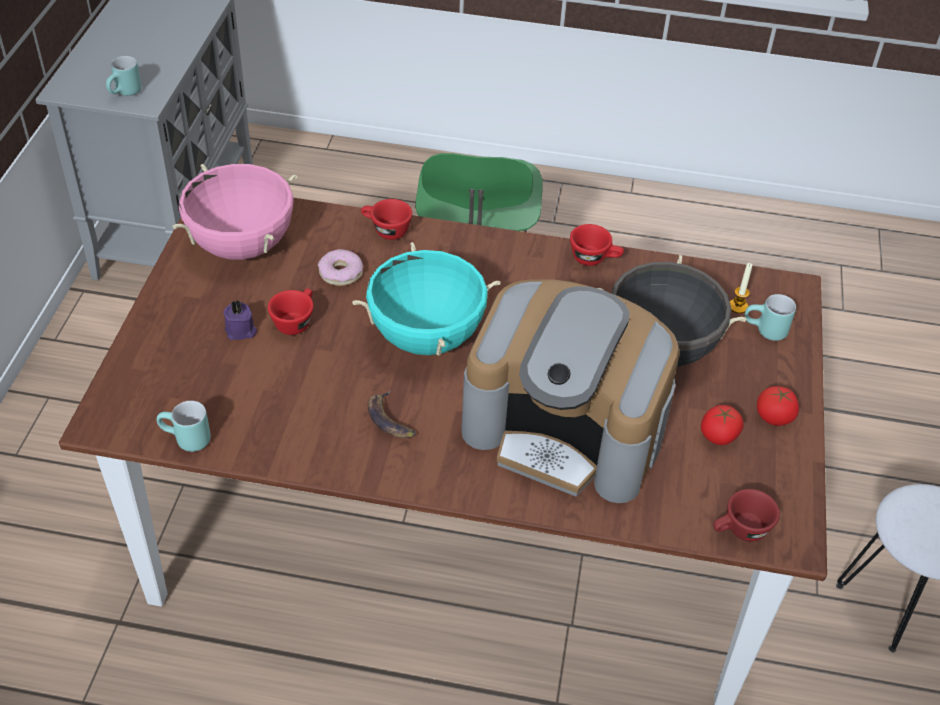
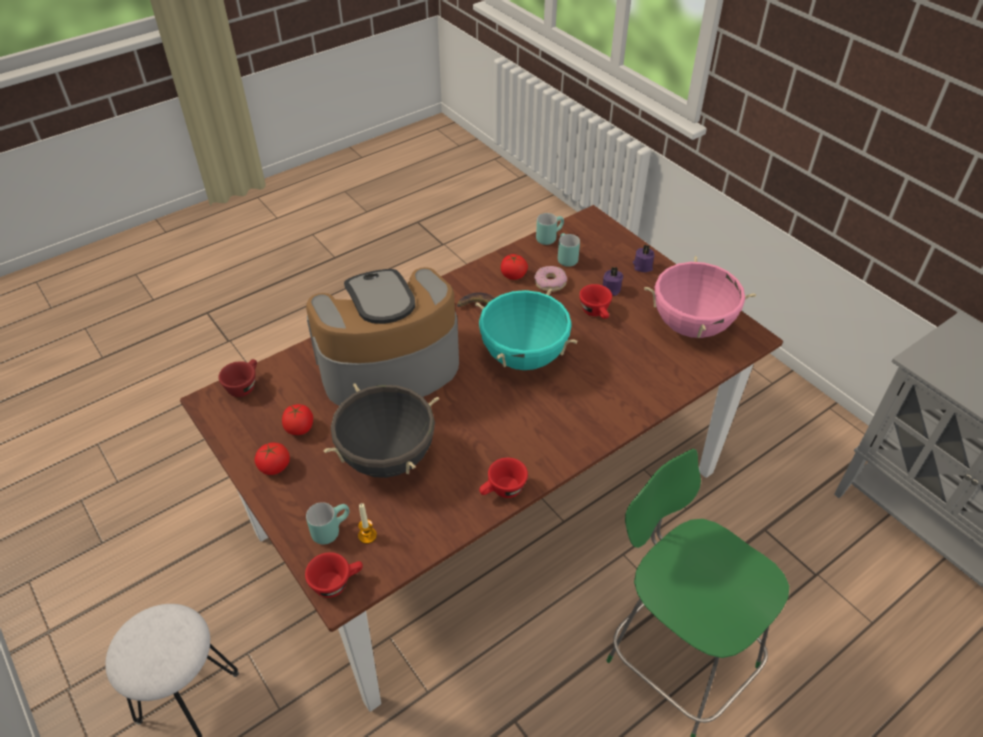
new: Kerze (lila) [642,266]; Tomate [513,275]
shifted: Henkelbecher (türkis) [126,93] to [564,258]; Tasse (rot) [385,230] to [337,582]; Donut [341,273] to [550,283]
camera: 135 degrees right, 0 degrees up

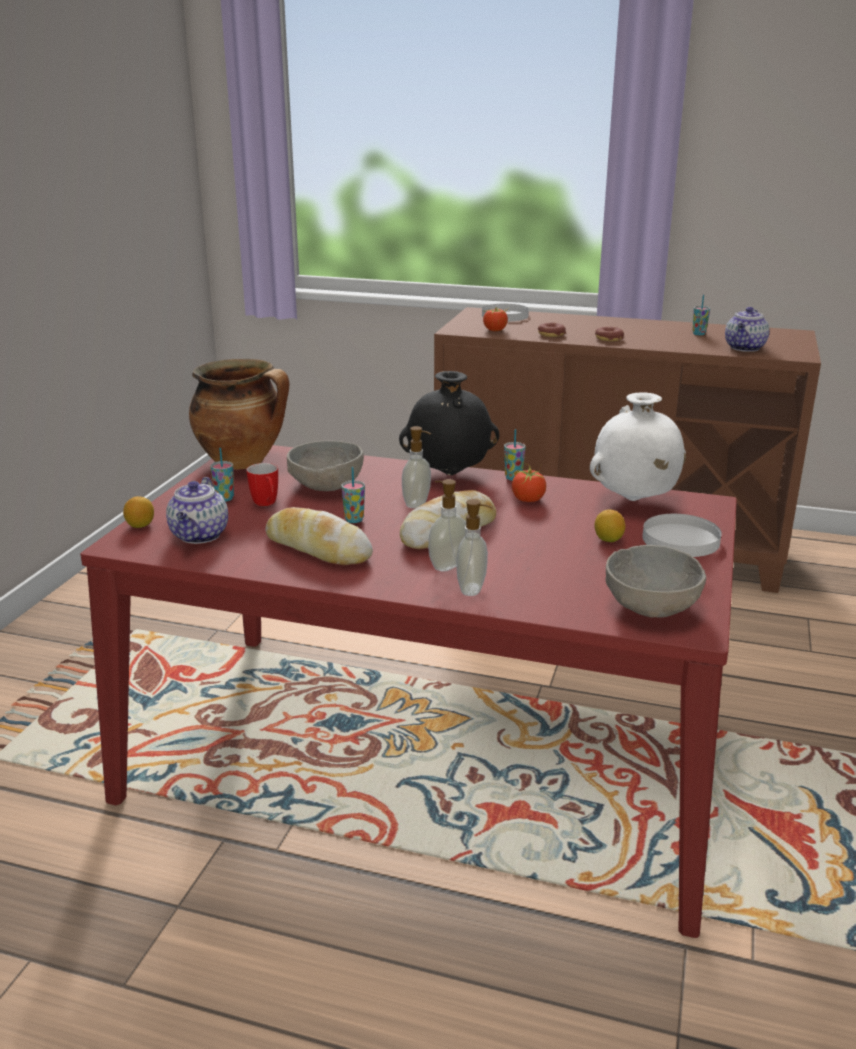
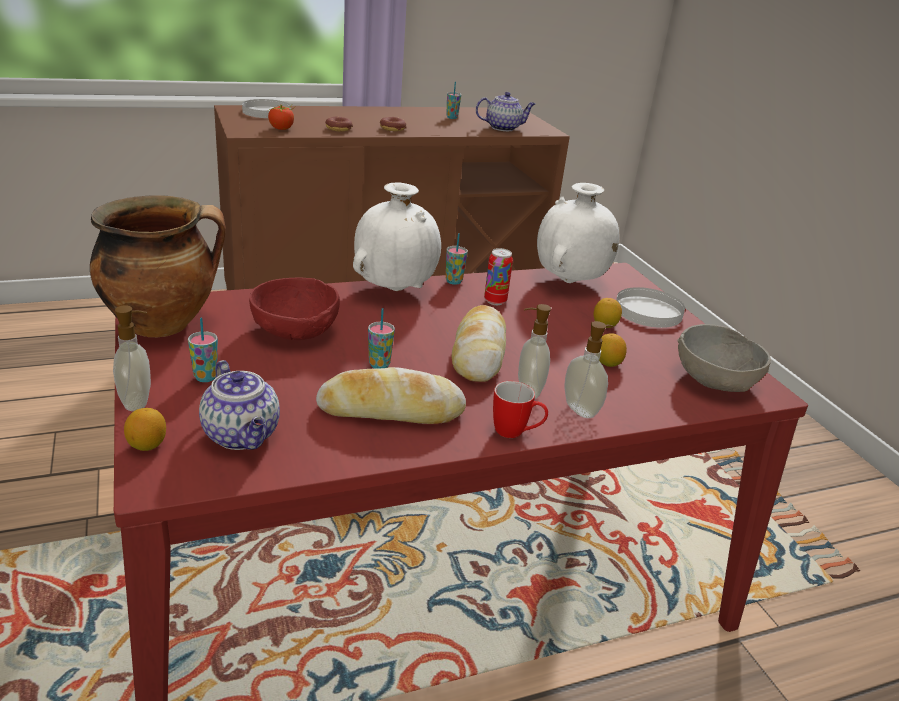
new: Zitrone [607,363]
shifted: Seifenspender [417,504] to [138,401]; Henkelbecher [266,504] to [516,433]
swapped: Tomate [528,499] to Dose [495,301]
repainted: Vase (schwarz) [450,473] to Vase (weiß) [395,289]; Schüssel (grau) [325,484] to Schüssel (rot) [294,330]
rotated: Teekanne [745,348] = [503,128] 90 degrees counterclockwise
camera: 40 degrees left, 5 degrees up

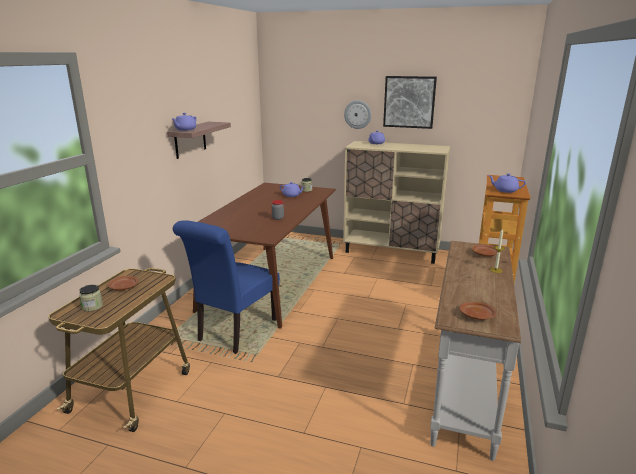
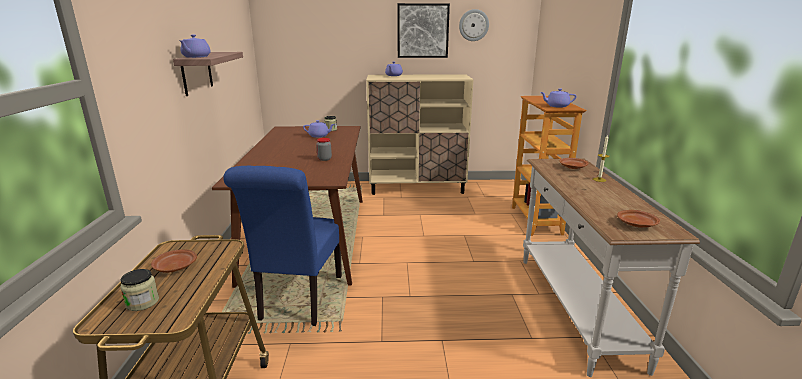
shifted: Wanduhr [357,114] to [473,25]
camera: 20 degrees left, 0 degrees up

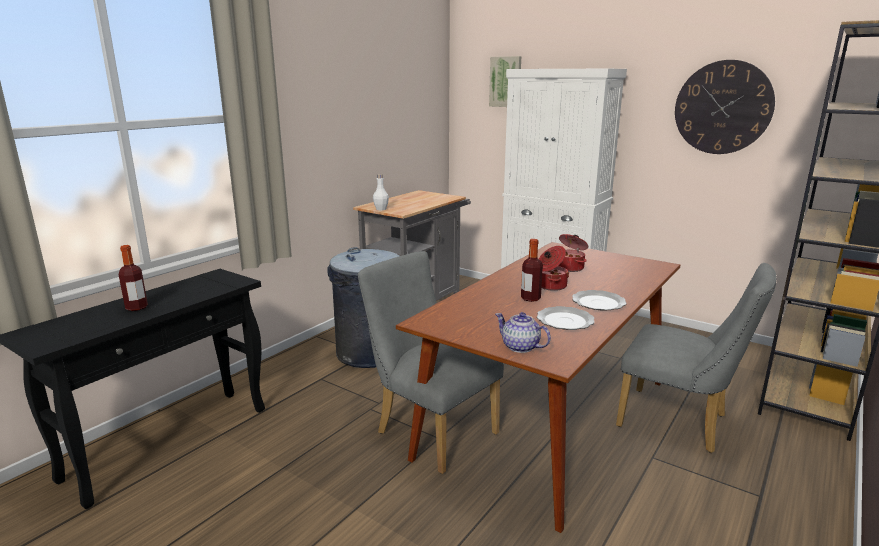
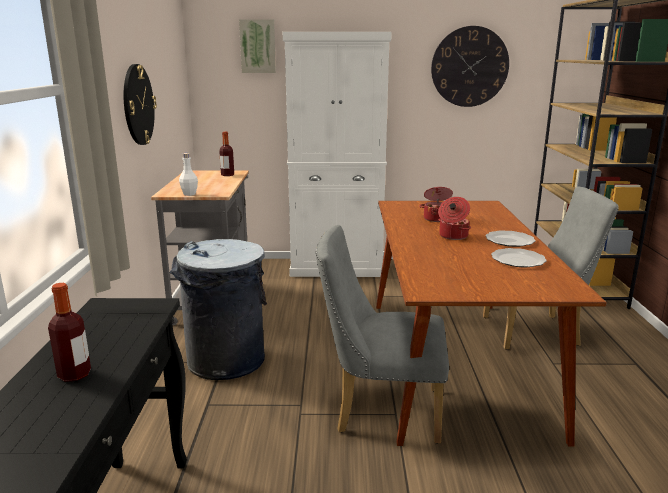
gone: Teekanne [520,347]
new: Wanduhr [138,105]
shifted: Flasche [530,298] to [227,175]
camera: 35 degrees left, 0 degrees up

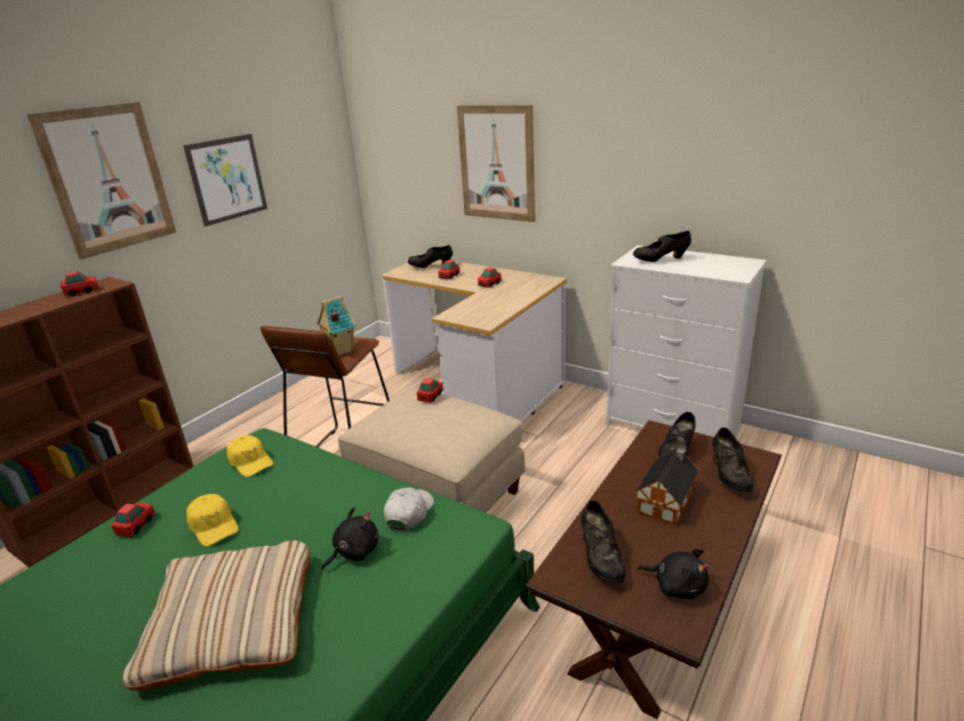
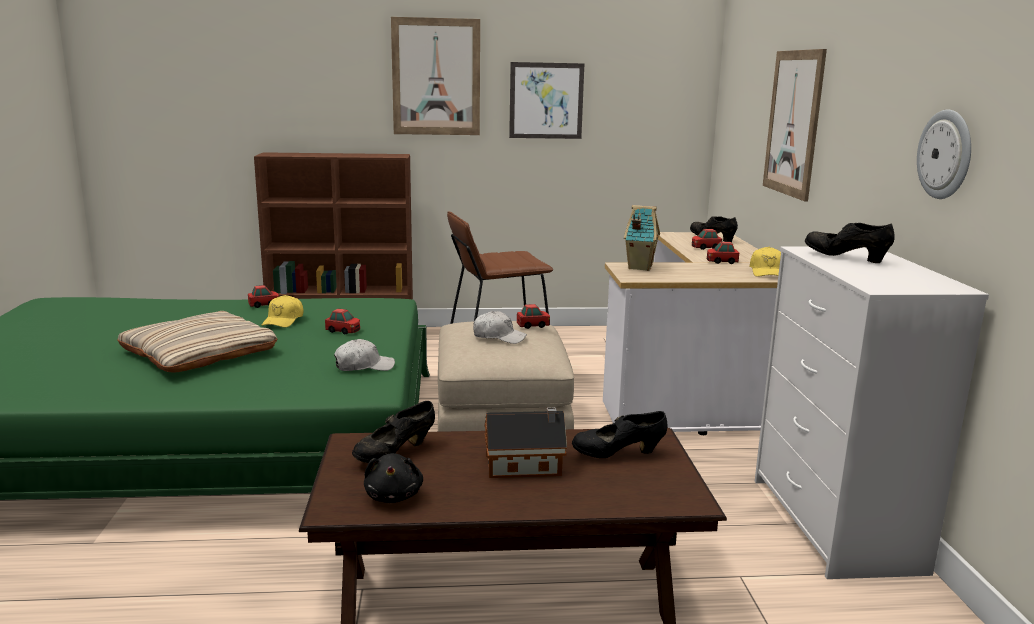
gone: Schuh (schwarz) [729,476]; Plüschtier (schwarz) [354,552]
new: Wanduhr [946,154]; Kappe (weiß) [499,337]
shifted: Spielzeugauto [82,292] to [343,331]; Spielzeughaus [340,351] to [639,267]; Kappe (gelb) [250,462] to [767,272]
camera: 50 degrees right, 10 degrees down

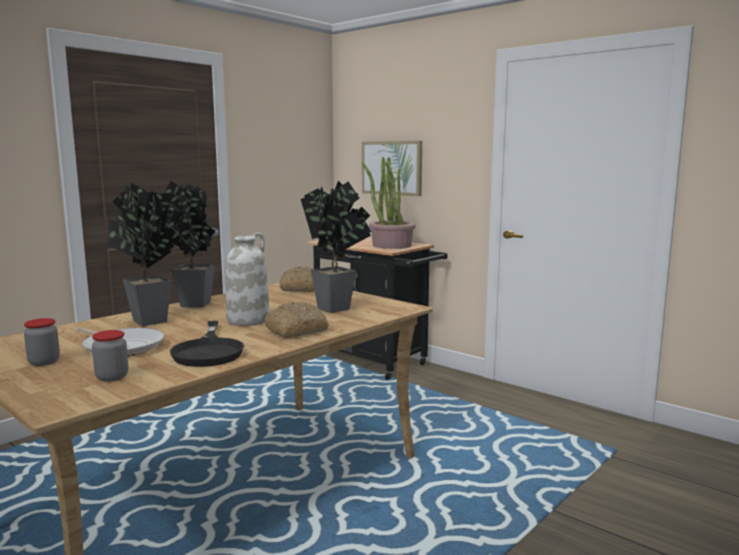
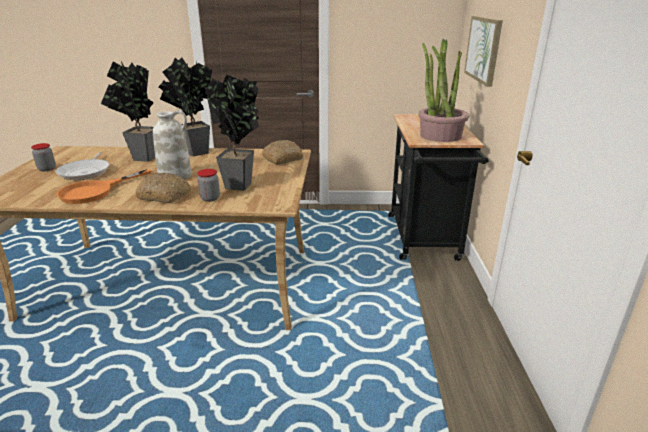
shifted: Vorratsglas [112,377] to [210,198]
repainted: Pfanne (schwarz) [209,351] to Pfanne (orange) [95,191]
camera: 50 degrees right, 15 degrees up

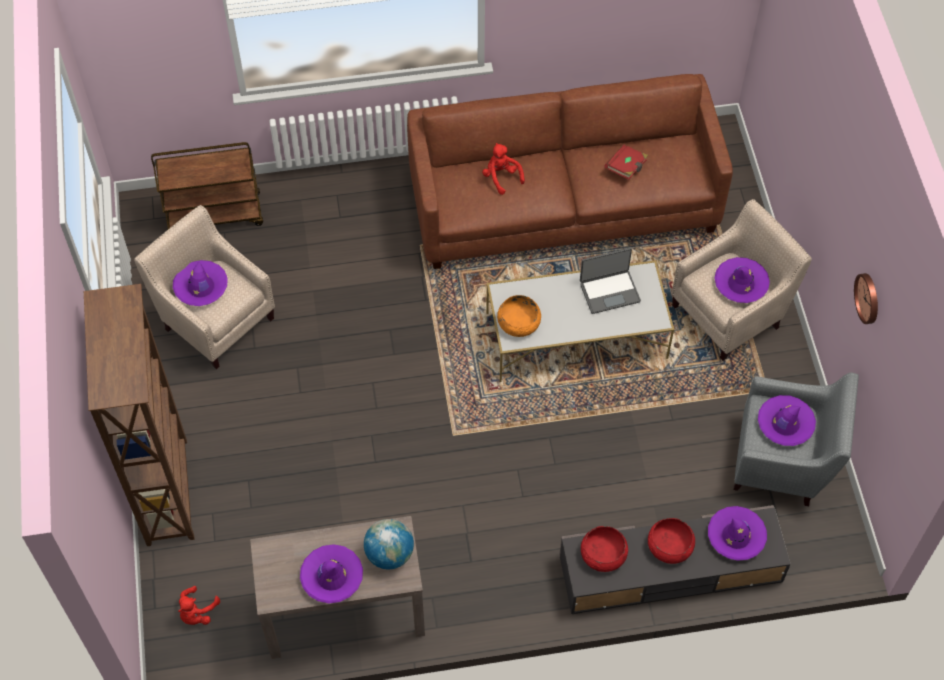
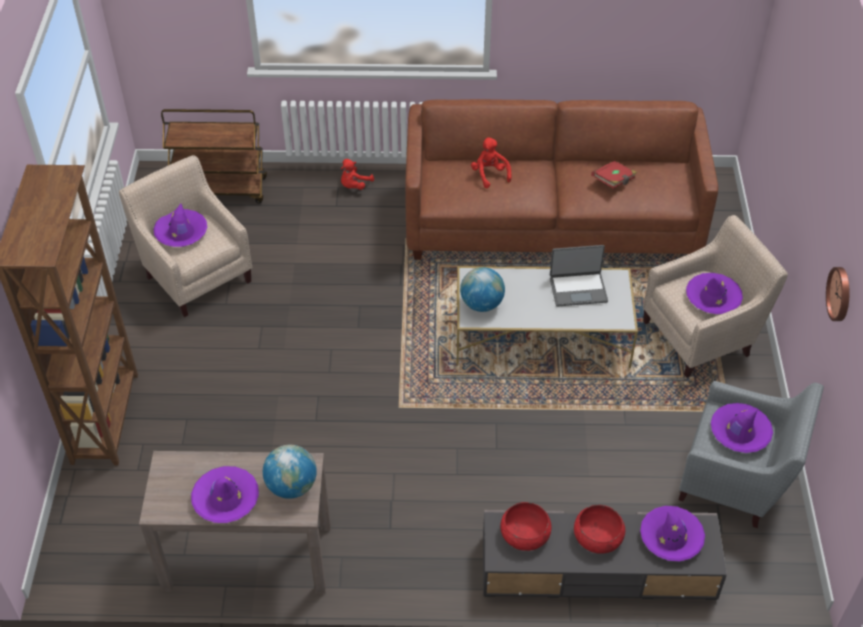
shifted: Plüschtier (rot) [197,613] to [354,185]
swapped: Schüssel (orange) [519,322] to Globus [481,304]
camera: 10 degrees right, 10 degrees down

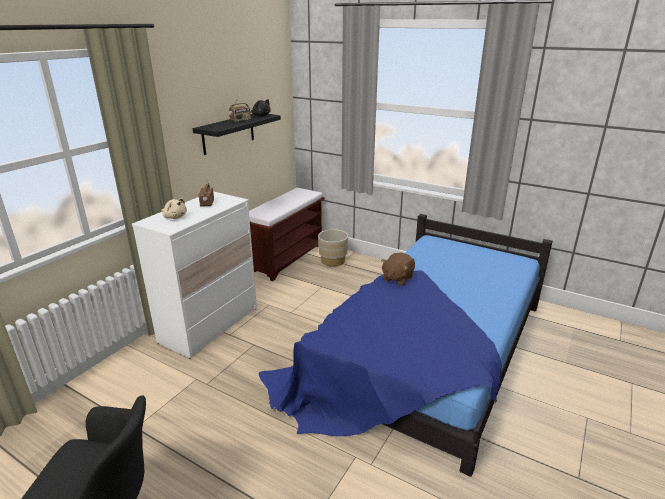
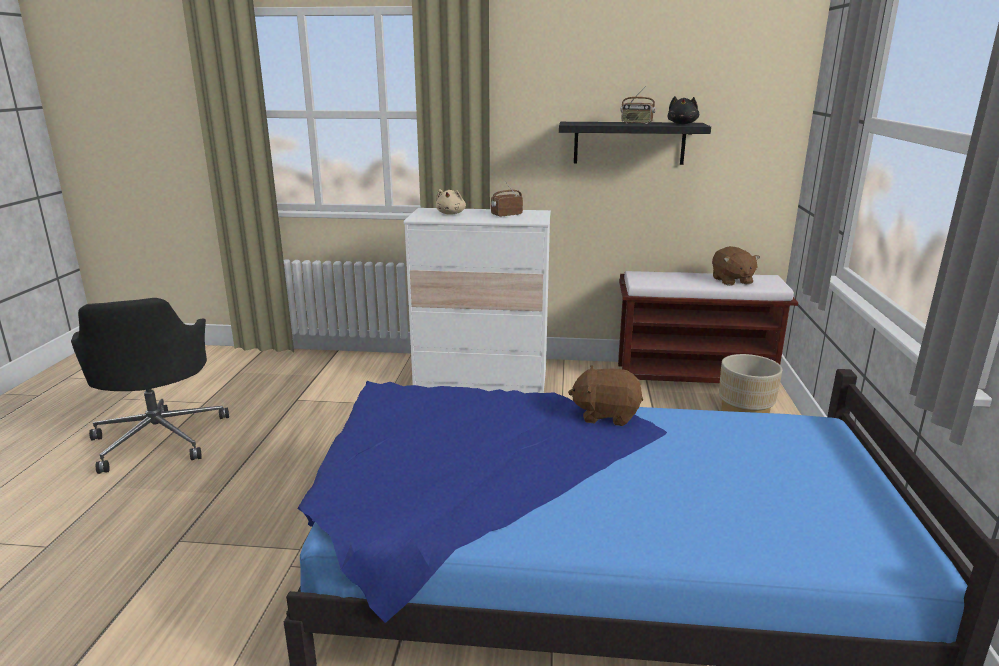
new: Plüschtier (braun) [731,281]
camera: 65 degrees right, 5 degrees down

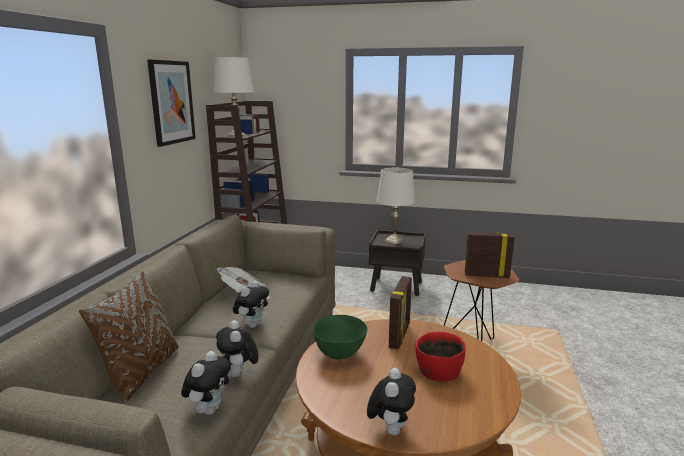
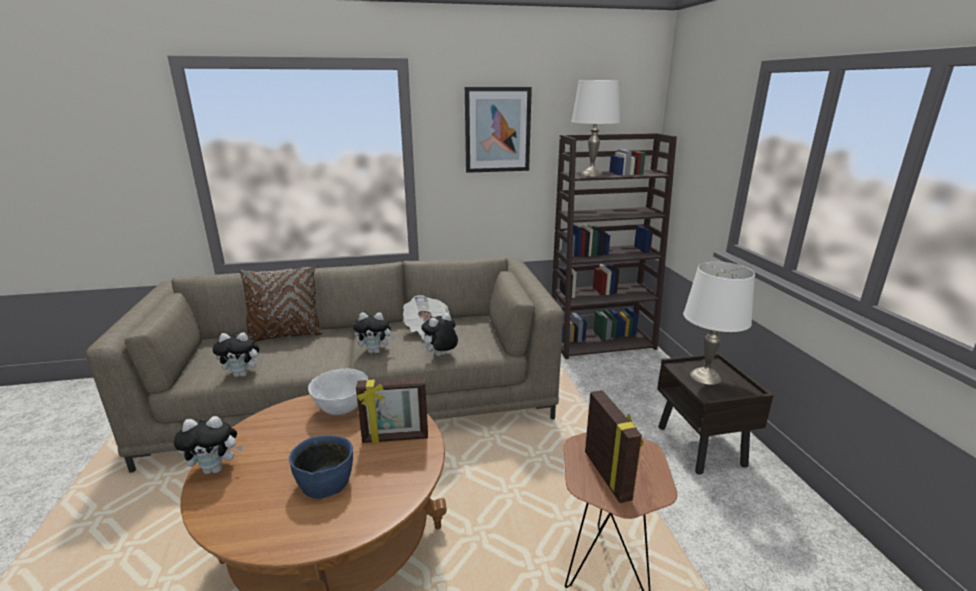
shifted: Plüschtier [239,374] to [440,356]
repainted: Schüssel (grün) [339,354] to Schüssel (weiß) [341,409]; Schüssel (rot) [438,371] to Schüssel (blau) [325,481]
camera: 65 degrees right, 5 degrees up

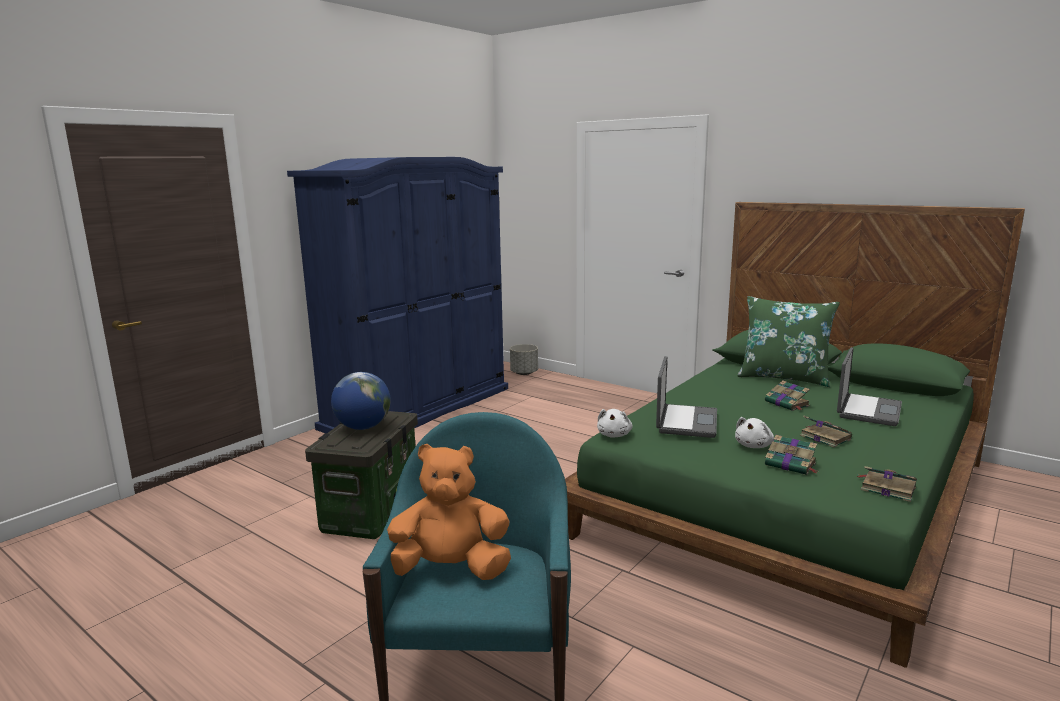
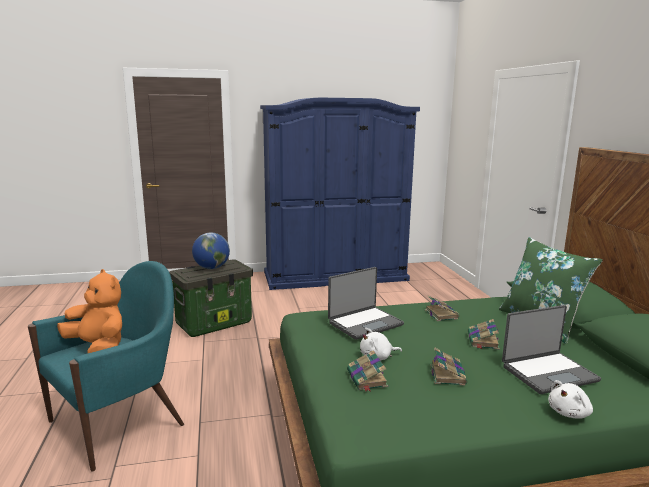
gone: Pflanzkübel (grau) [524,373]
shifted: Plüschtier (weiß) [614,435] to [569,413]; Buch [886,488] to [441,314]
camera: 40 degrees right, 0 degrees up

